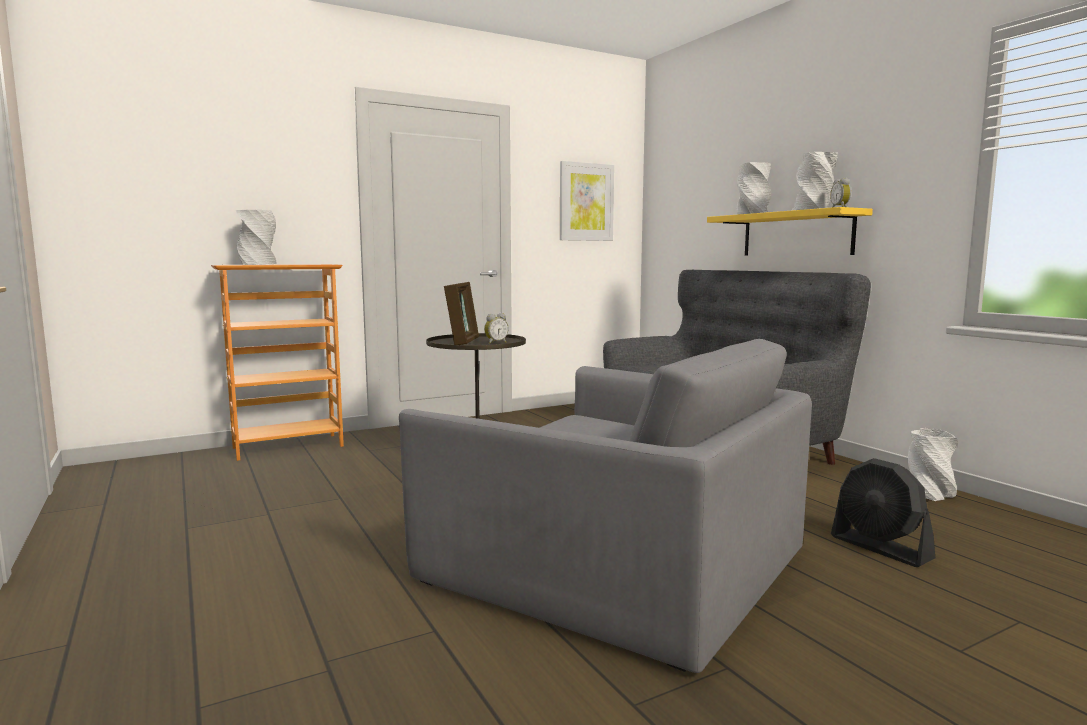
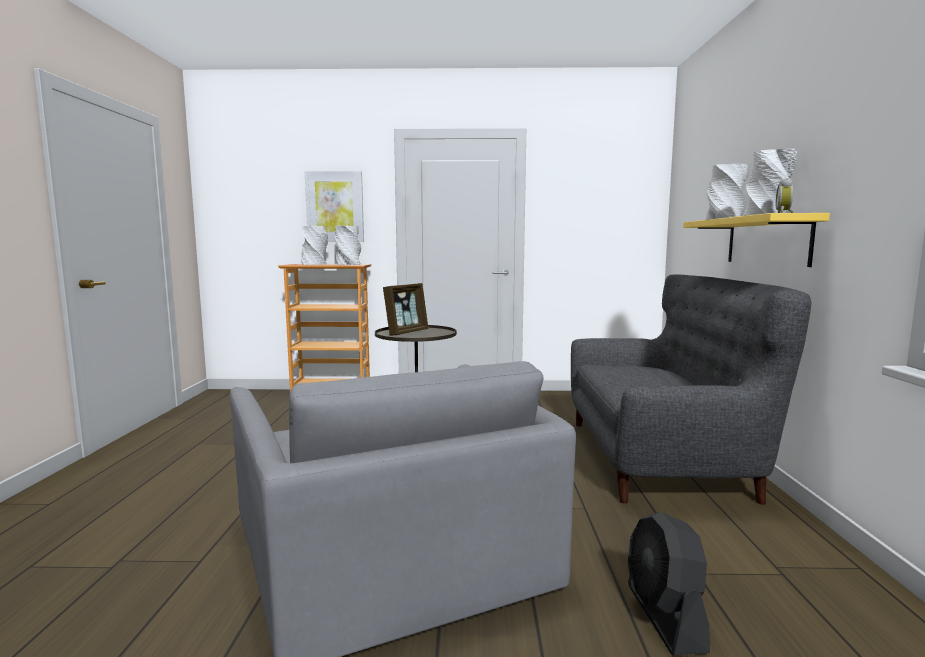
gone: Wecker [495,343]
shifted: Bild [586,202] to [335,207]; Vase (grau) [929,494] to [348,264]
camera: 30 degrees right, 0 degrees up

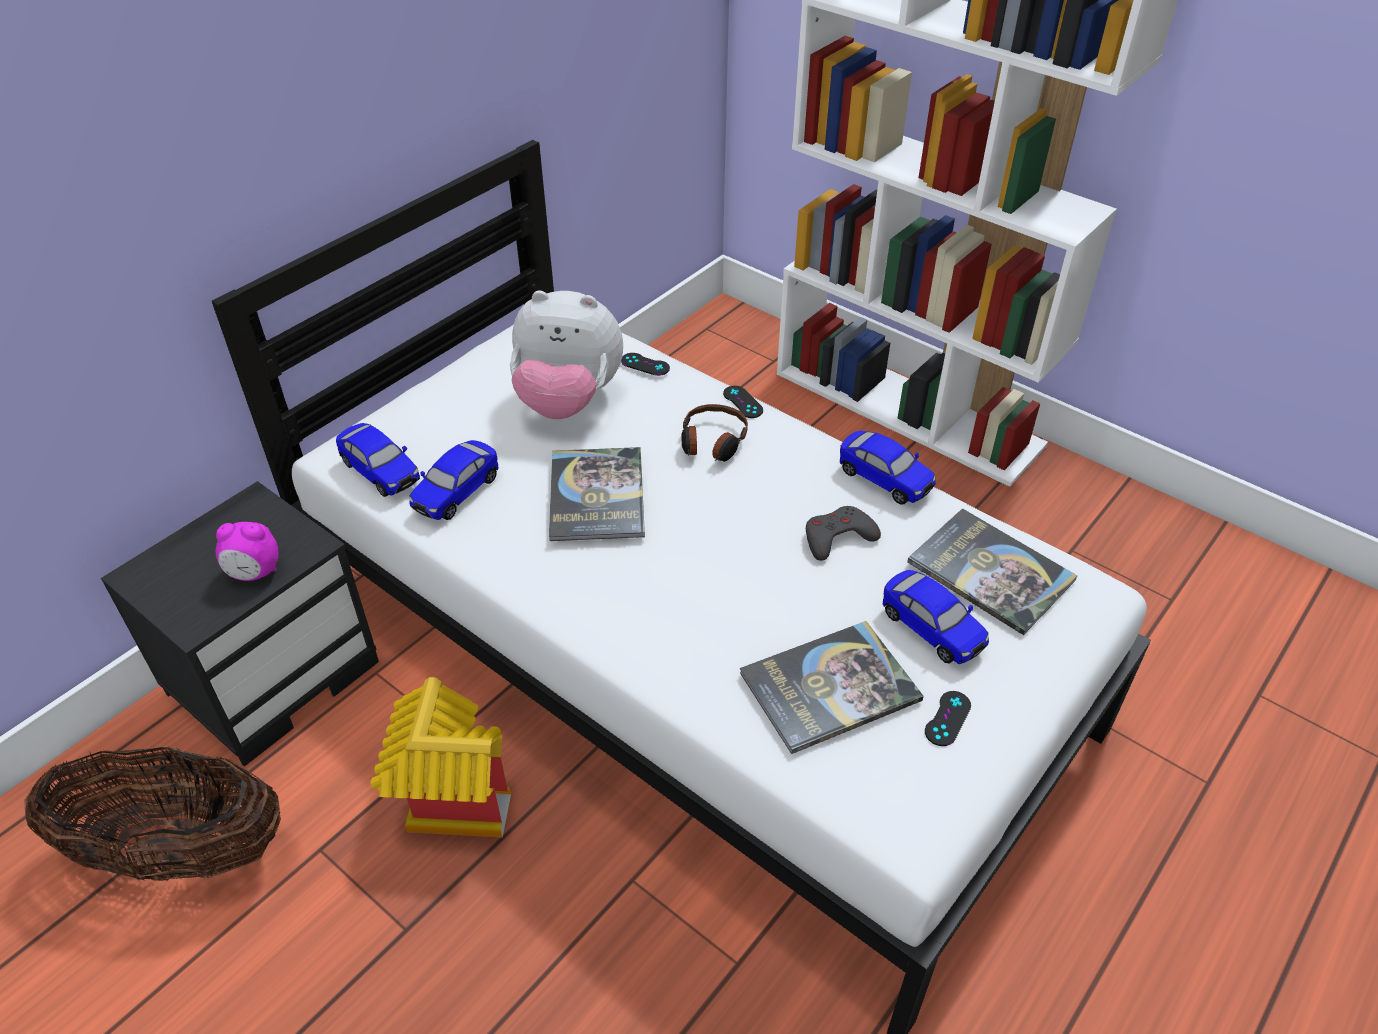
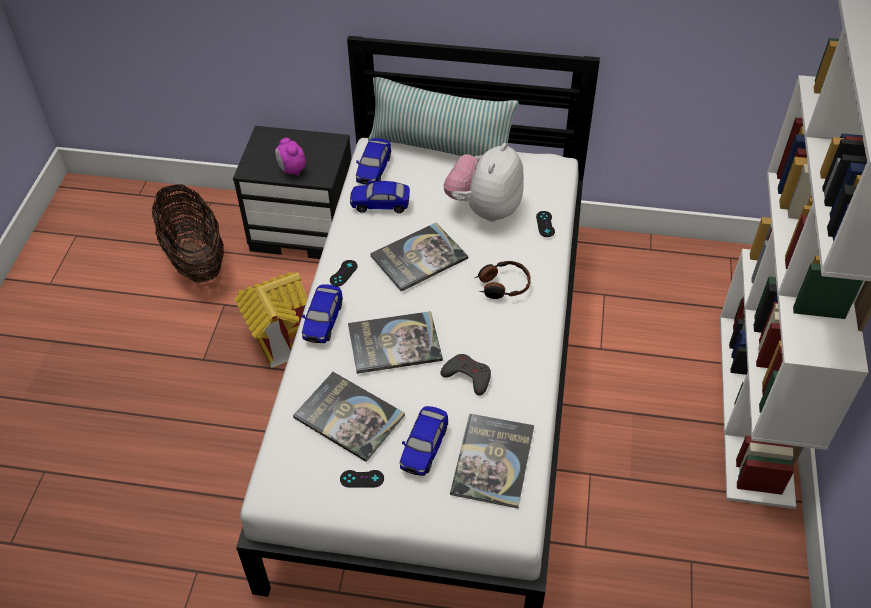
new: Kissen [440,148]; Buch [394,343]
shifted: Gamepad (schwarz) [743,402] to [343,273]; Spielzeugauto [884,480] to [323,322]
rotated: Plüschtier [568,401] = [485,208] 45 degrees clockwise
camera: 60 degrees right, 5 degrees up

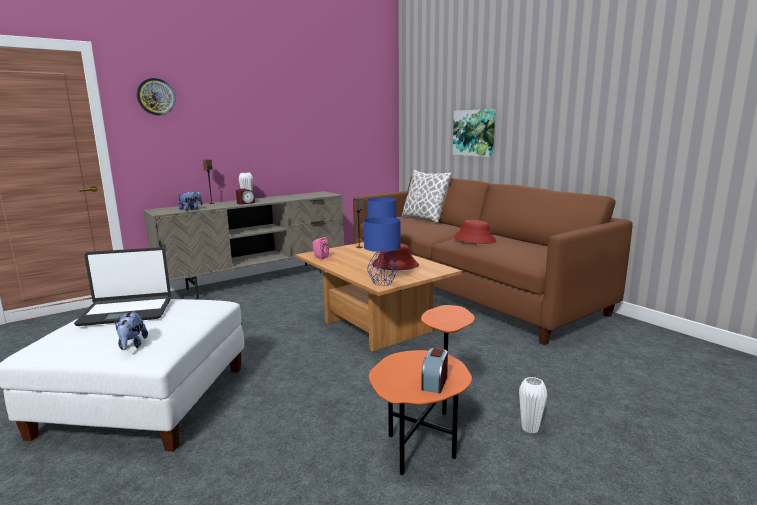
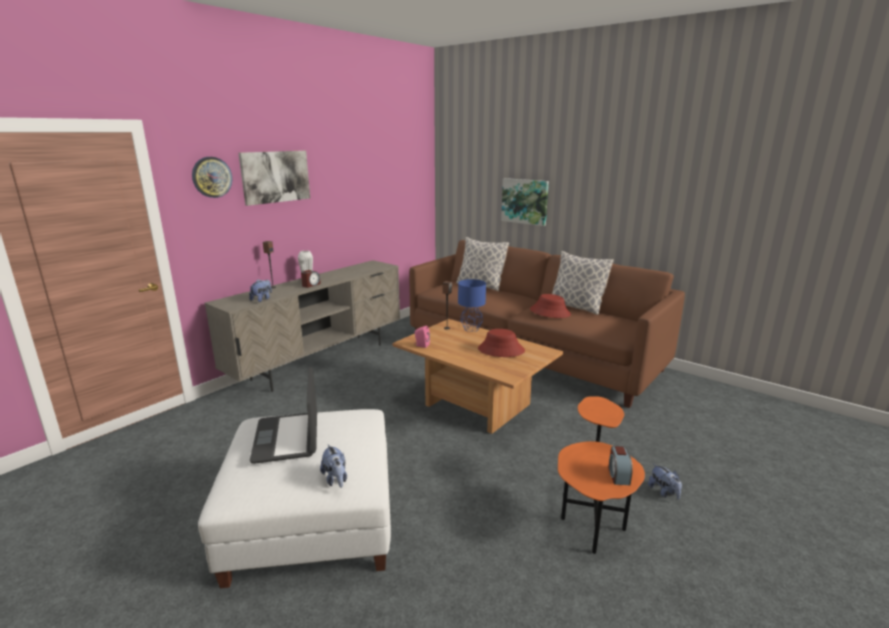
gone: Tischlampe (blau) [383,283]
new: Bild [275,176]; Kissen [576,307]
swapped: Vase (weiß) [530,428] to Plüschtier [664,492]
rotated: Laptop [126,312] = [287,438] 105 degrees clockwise
camera: 15 degrees left, 5 degrees up

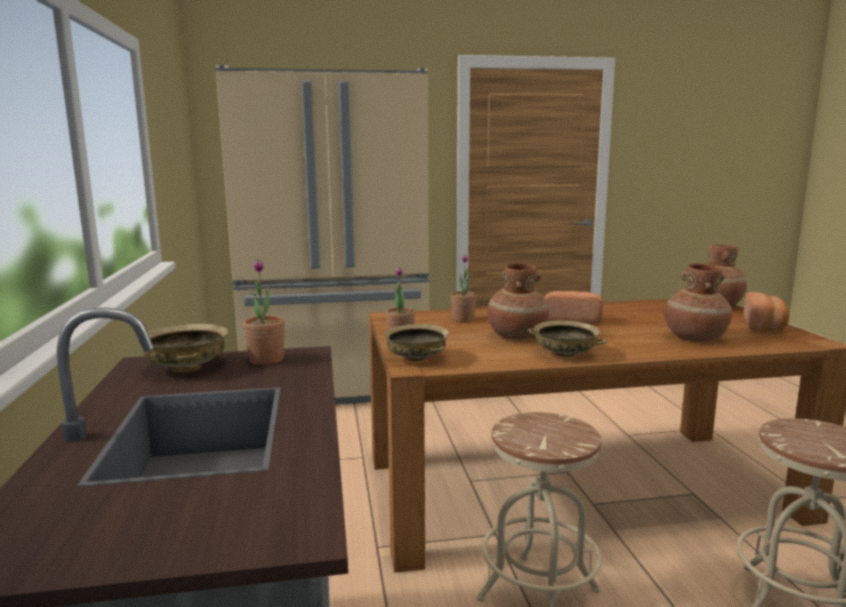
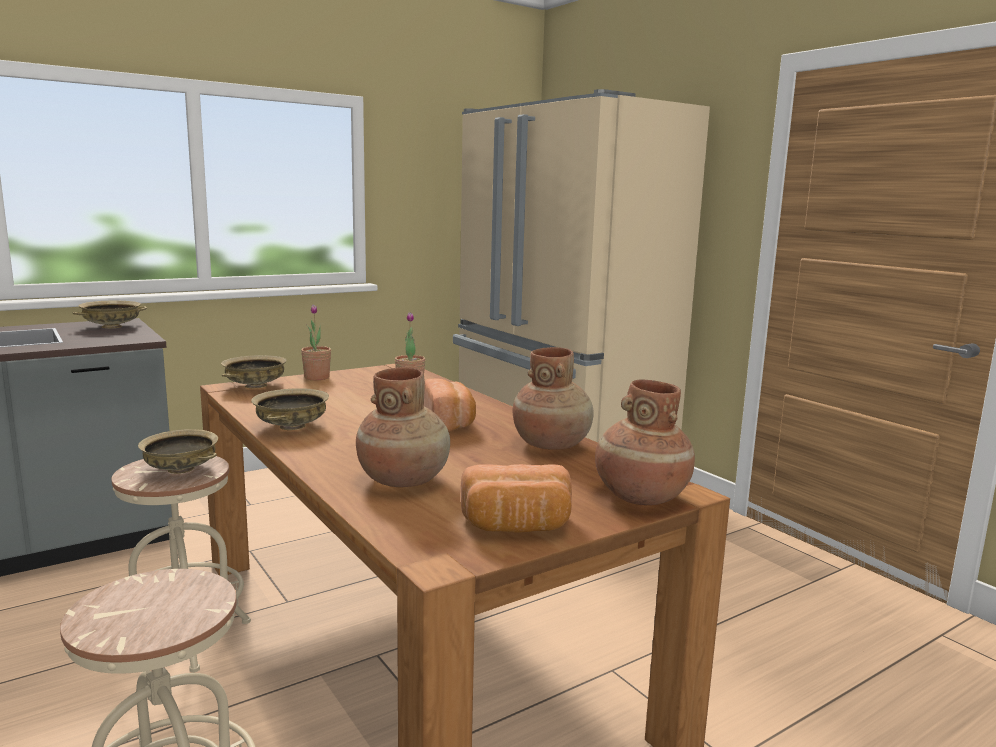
gone: Topfpflanze [266,359]
new: Schüssel (beige) [181,469]
shifted: Vase (braun) [516,336] to [551,444]
camera: 65 degrees right, 0 degrees up

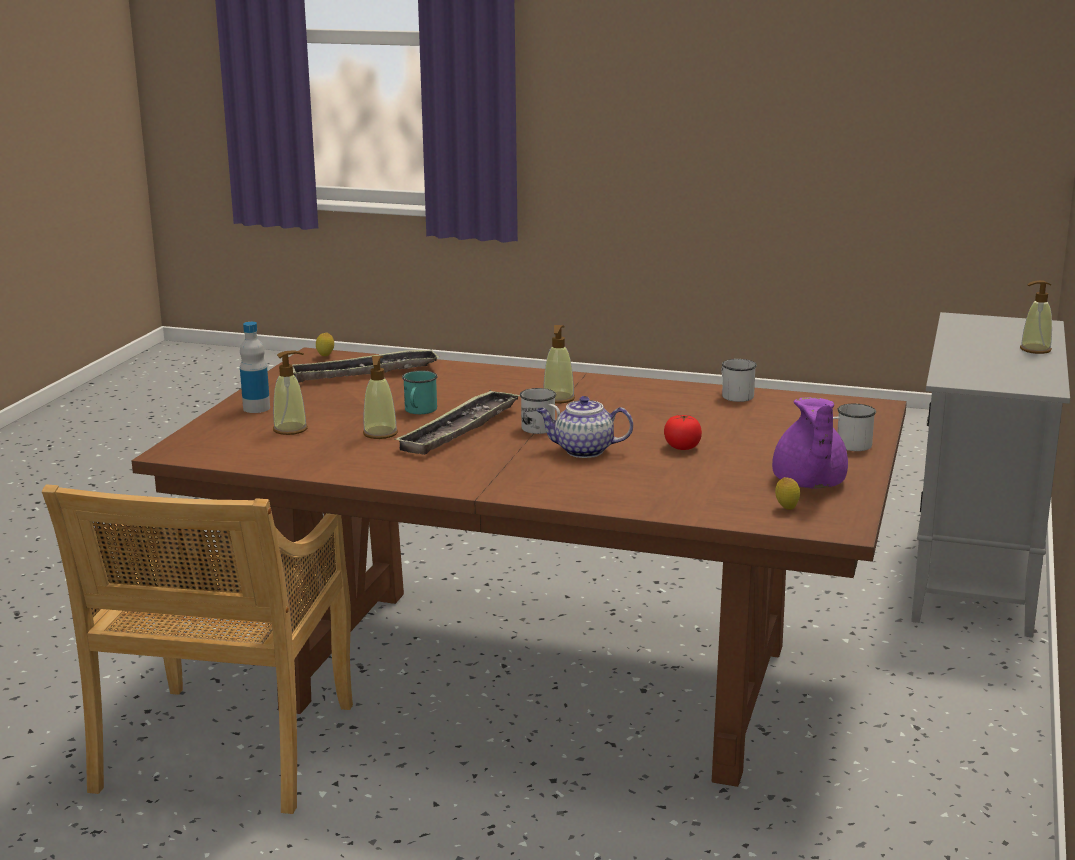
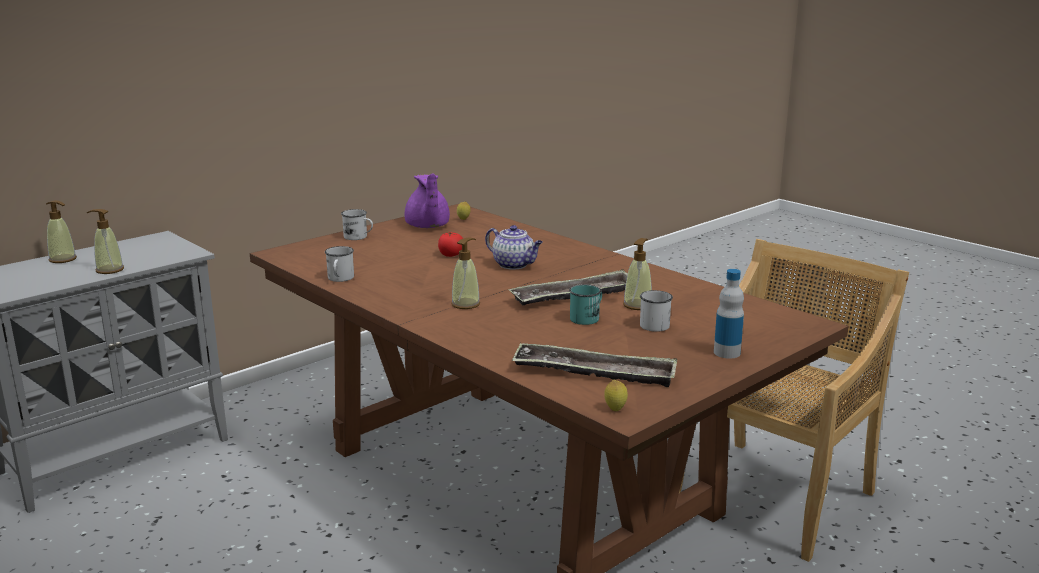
shifted: Seifenspender [290,429] to [109,270]; Henkelbecher (weiß) [542,429] to [652,324]
rotated: Teekanne (lila) [808,483] = [427,226] 135 degrees clockwise
camera: 150 degrees left, 0 degrees up

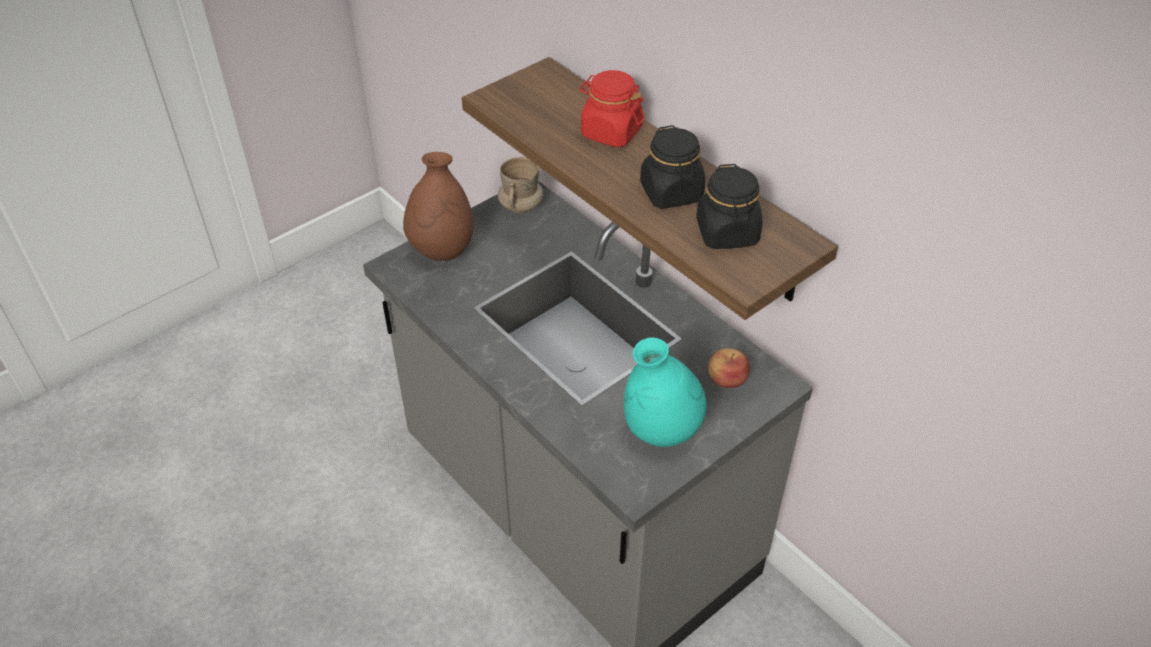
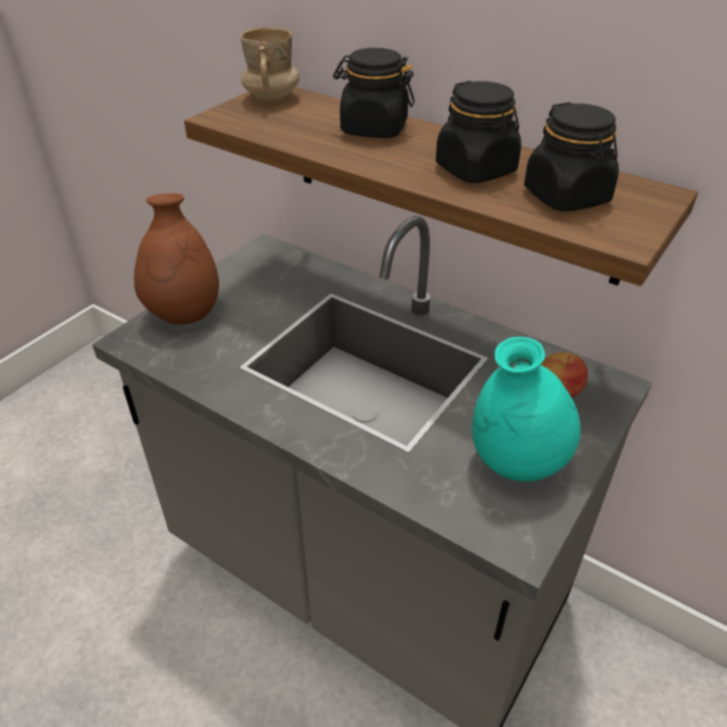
shifted: Henkelbecher (beige) [521,206] to [272,98]
repainted: Vorratsglas (rot) [611,132] to Vorratsglas (schwarz) [373,128]
camera: 15 degrees left, 5 degrees down

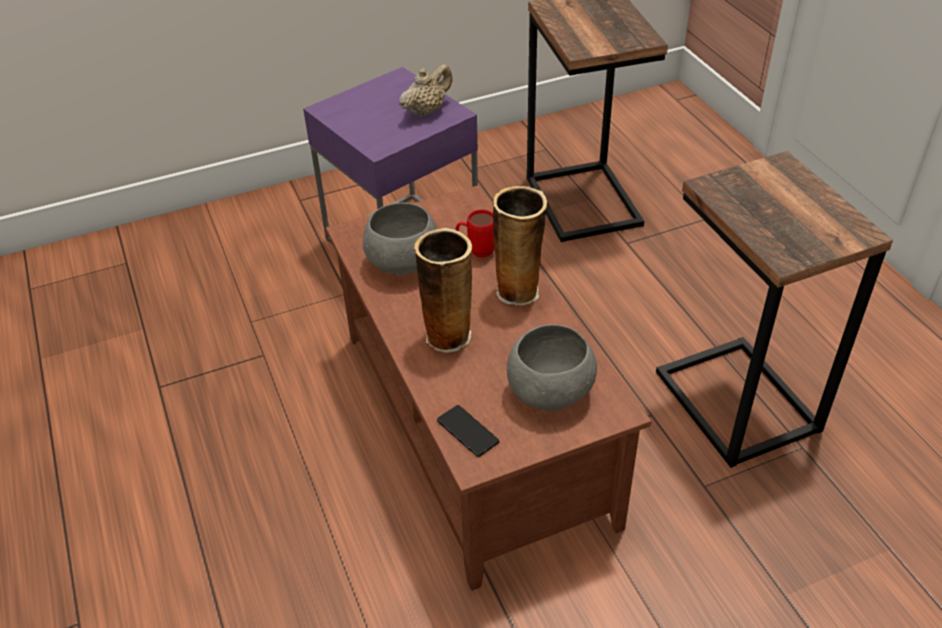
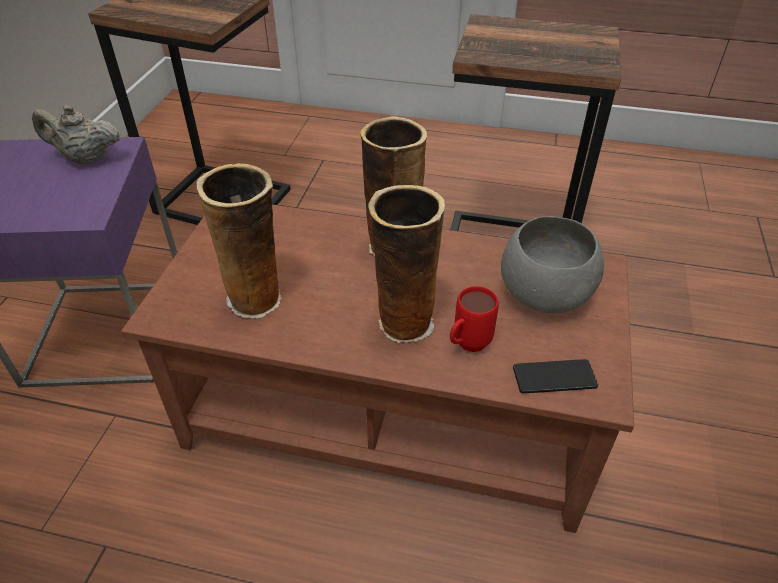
shifted: Henkelbecher (rot) [476,251] to [466,346]
swapped: Schüssel (grau) [402,261] to Vase [257,299]
rotated: Teekanne (beige) [426,110] = [86,159] 75 degrees counterclockwise
camera: 55 degrees left, 0 degrees up

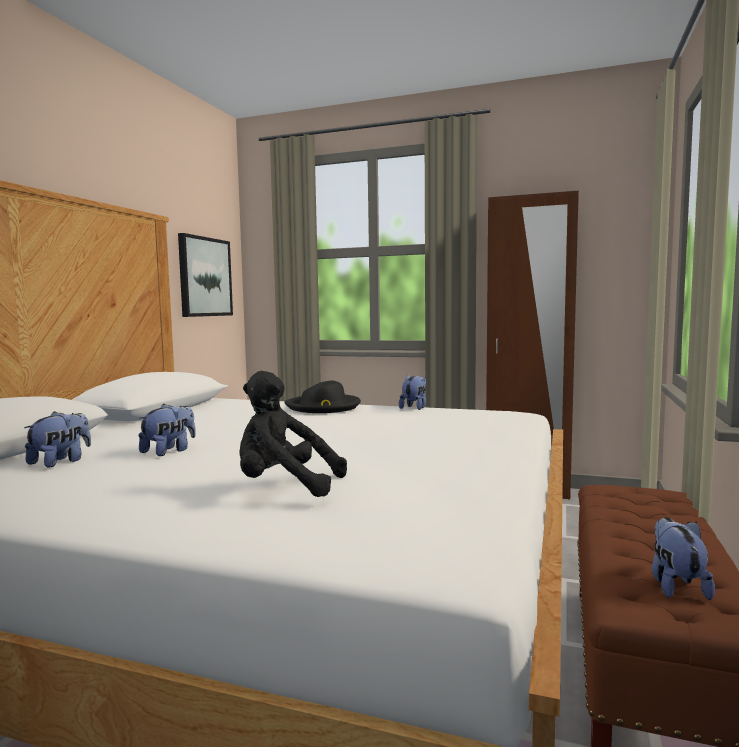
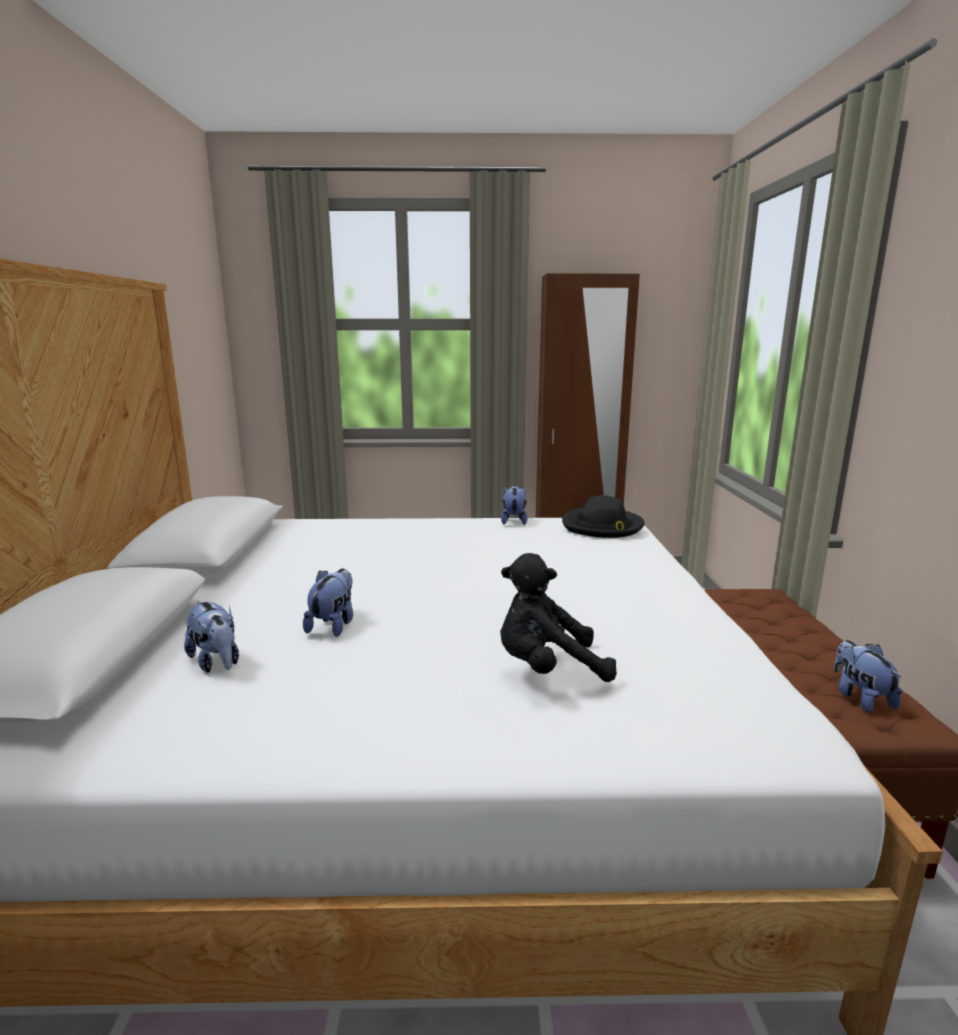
gone: Bild [204,277]
shifted: Hut (schwarz) [324,407] to [602,526]
rotated: Plüschtier [61,462] = [217,662] 135 degrees clockwise
camera: 20 degrees left, 10 degrees up

